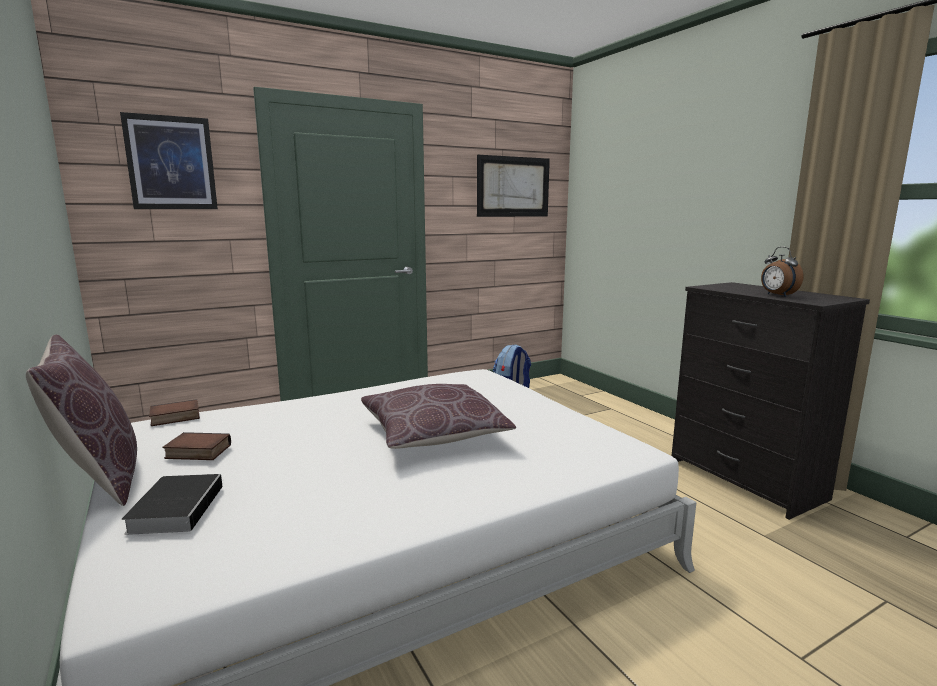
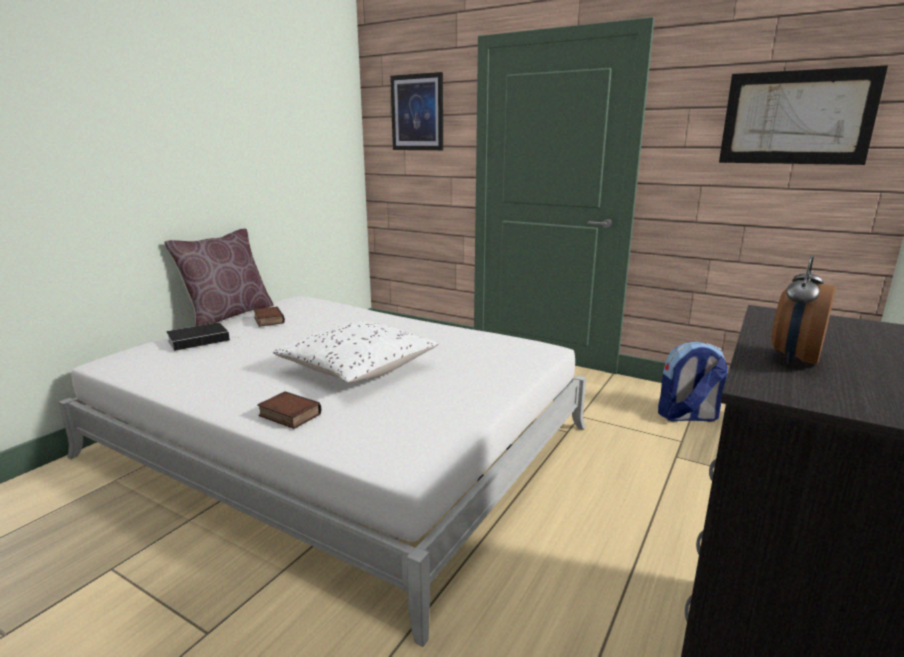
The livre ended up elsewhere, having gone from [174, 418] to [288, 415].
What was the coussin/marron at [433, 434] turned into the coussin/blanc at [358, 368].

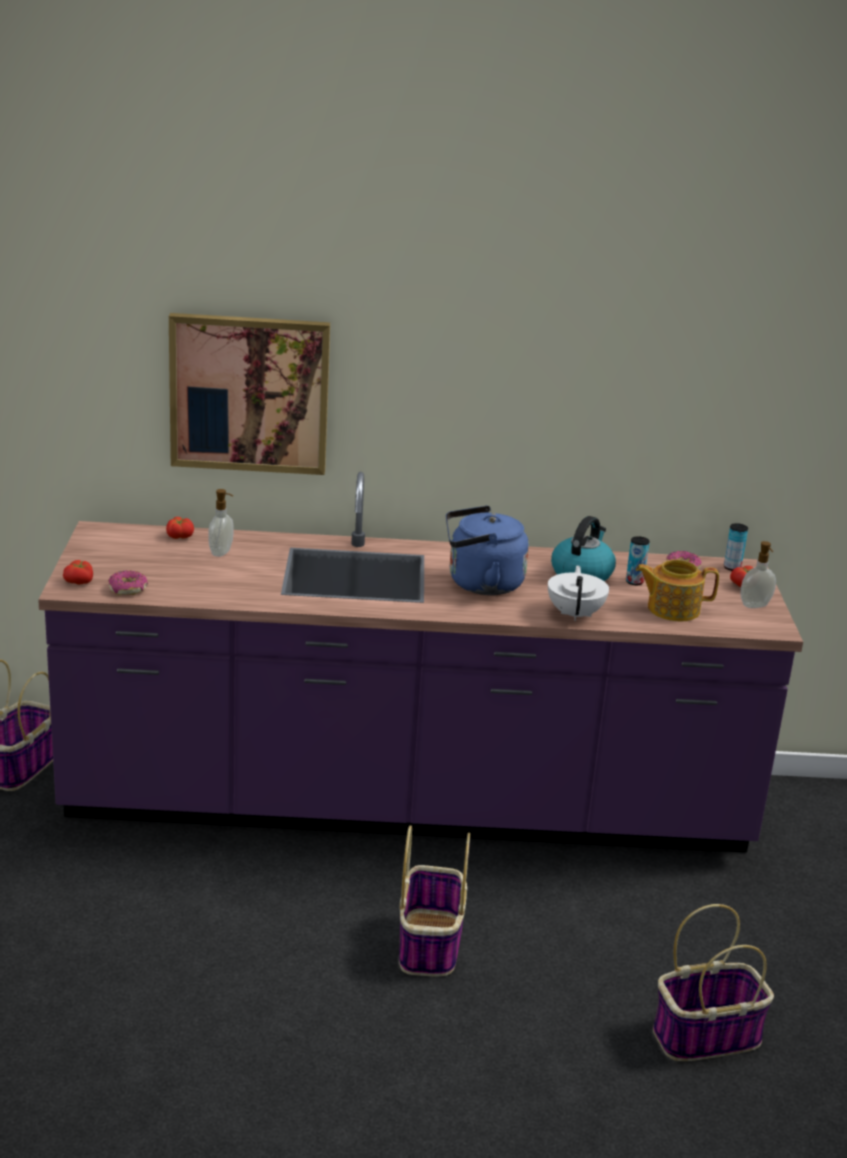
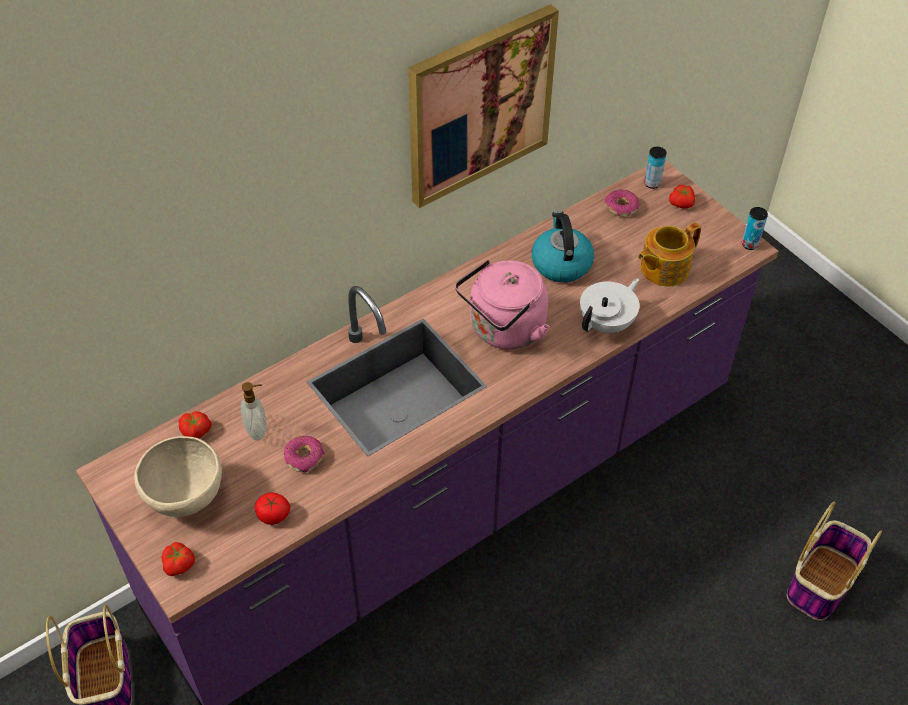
The second view gained the bol/beige at [186, 497].
The second view gained the tomate at [273, 515].
The beignet ended up elsewhere, having gone from [128, 589] to [304, 457].
The tableau ended up elsewhere, having gone from [249, 393] to [479, 105].
What was the bouilloire/bleu at [480, 584] turned into the bouilloire/rose at [503, 330].
The théière/blanc at [575, 614] ended up facing another way, 75 degrees clockwise from before.
The boîte métallique ended up elsewhere, having gone from [634, 582] to [749, 244].
The second view lost the panier at [430, 945].
The second view lost the distributeur de savon at [755, 606].

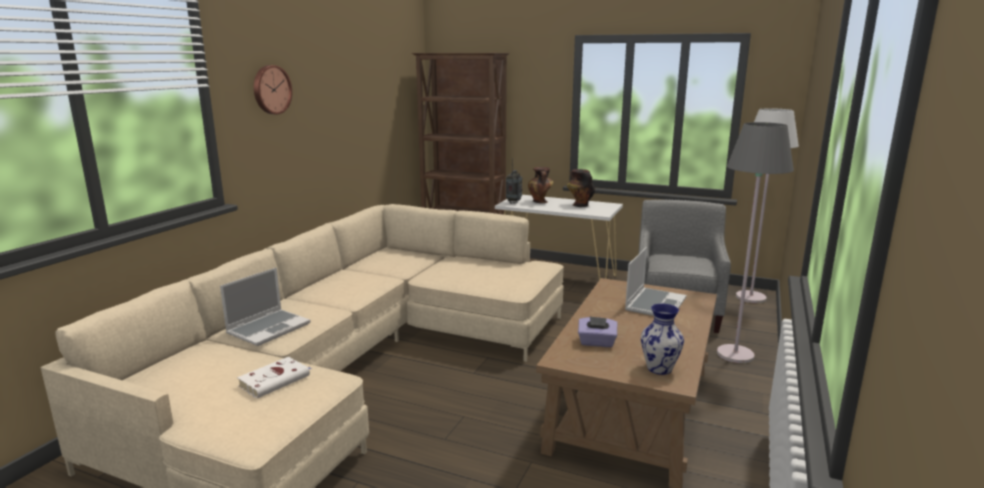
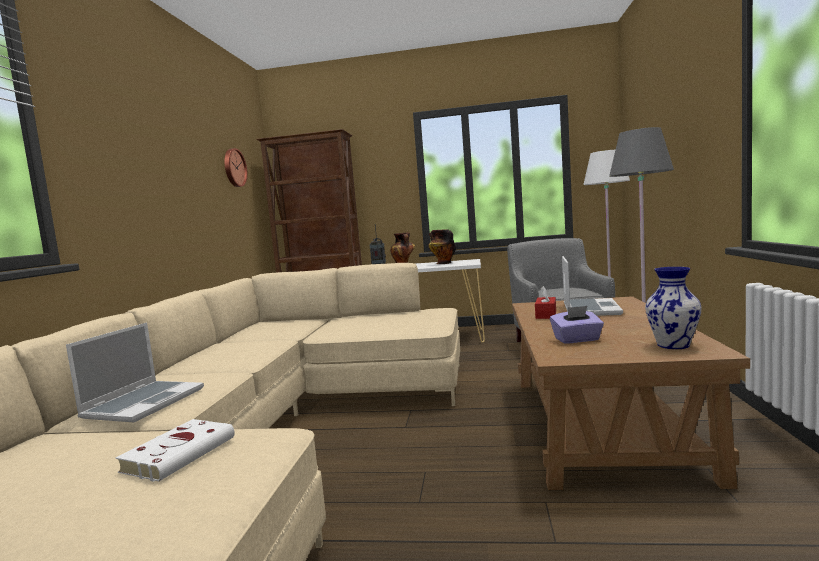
The horloge murale ended up elsewhere, having gone from [271, 89] to [234, 168].
The second view gained the boîte à mouchoirs/rouge at [546, 315].

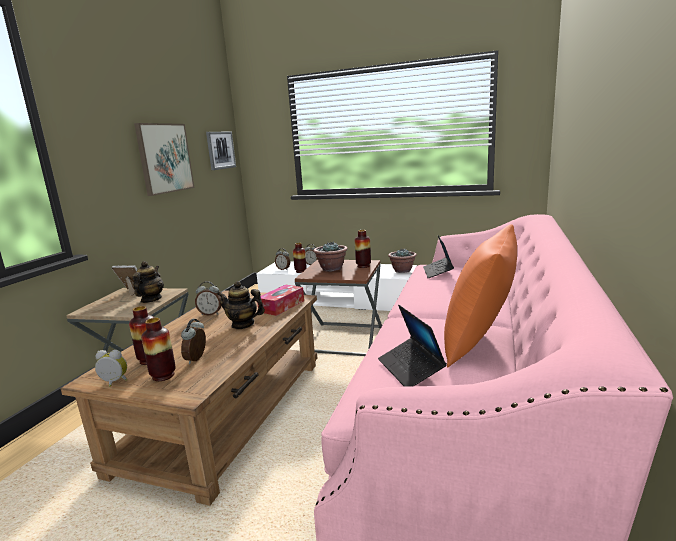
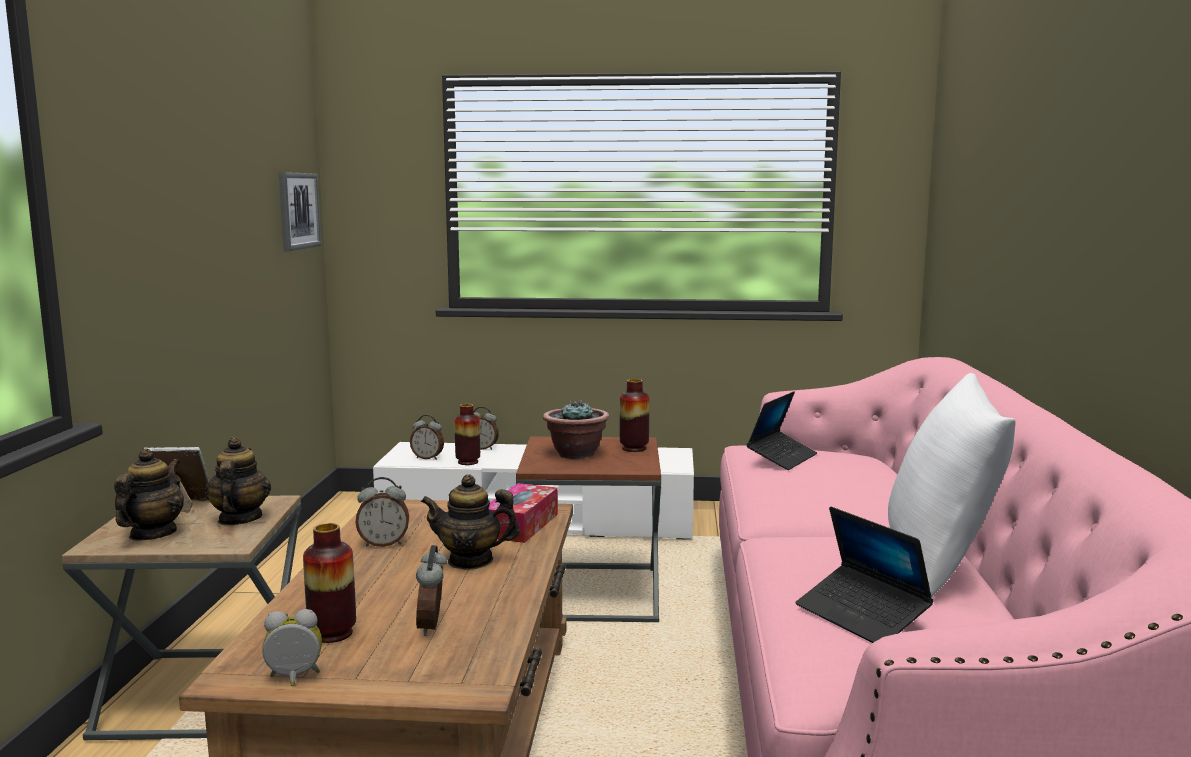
The second view gained the théière at [152, 534].
The ordinateur portable at [437, 272] ended up facing another way, 135 degrees counterclockwise from before.
What was the coussin/orange at [479, 342] turned into the coussin/blanc at [939, 570].
The second view lost the tableau at [164, 158].
The second view lost the vase at [163, 376].
The second view lost the plante en pot at [402, 271].

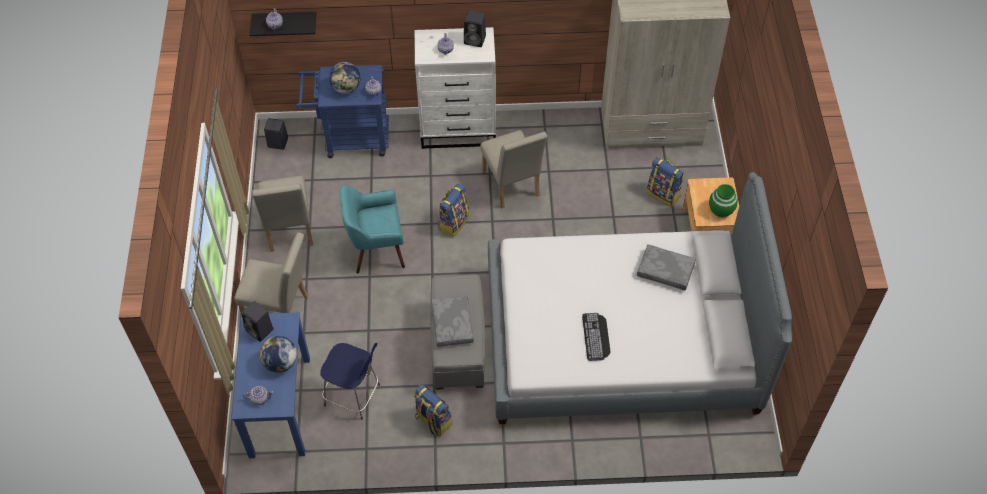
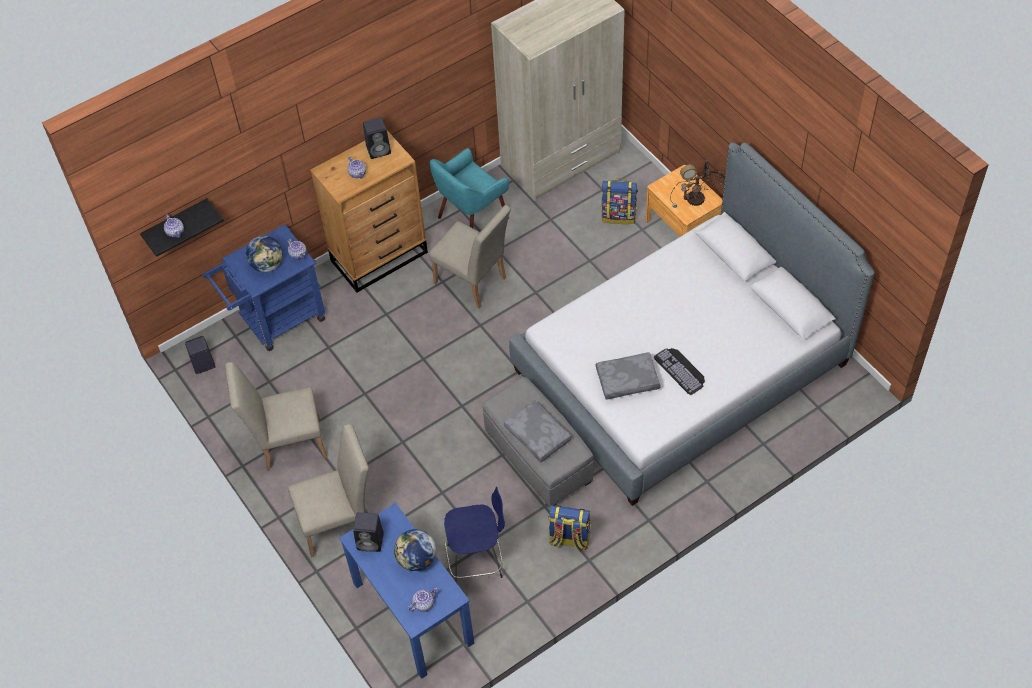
The chaise/beige at [289, 232] ended up facing another way, 120 degrees clockwise from before.
What was the commode/blanc at [459, 130] turned into the commode/marron at [380, 256].
The fauteuil/turquoise ended up elsewhere, having gone from [376, 250] to [471, 217].
The coussin/gris ended up elsewhere, having gone from [664, 271] to [627, 381].
Where the vase/vert stood at [720, 210], the lampe de table came to stand at [697, 199].
The second view lost the sac à dos at [453, 222].

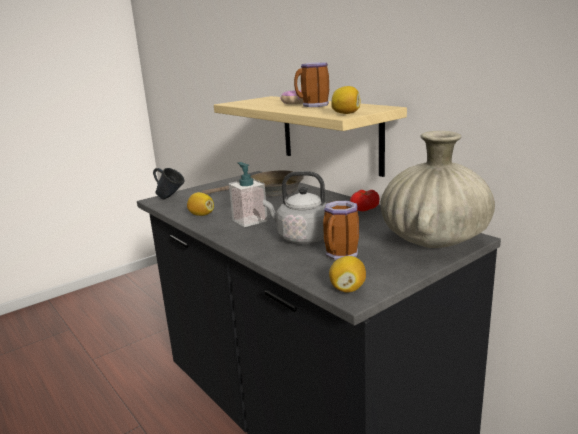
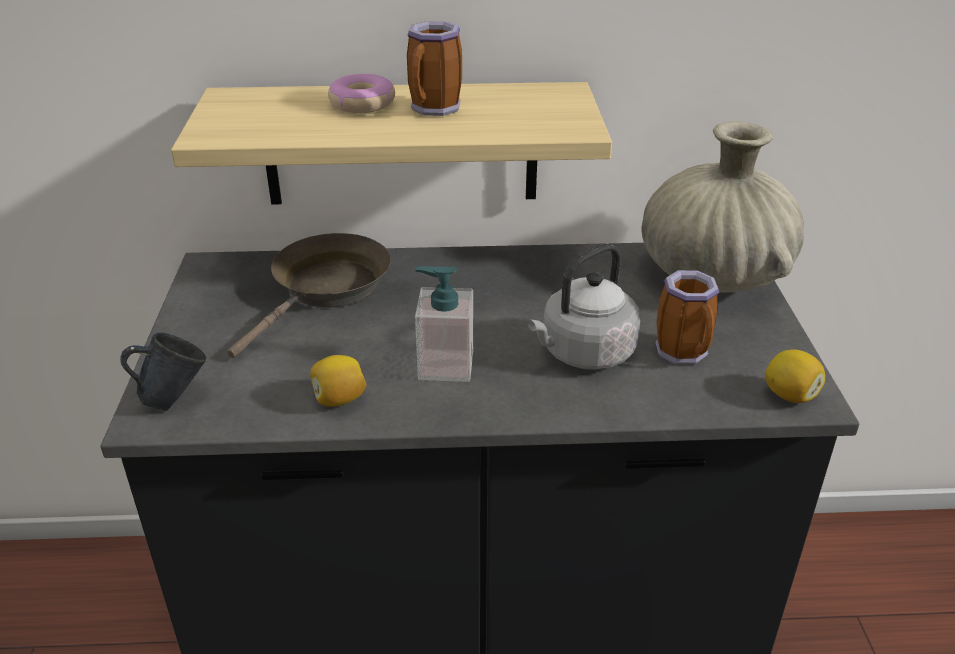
The second view lost the citron at [346, 113].
The second view lost the tomate at [365, 208].

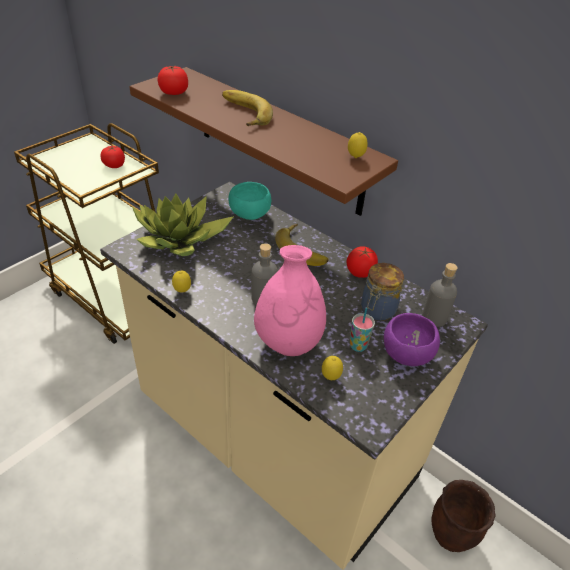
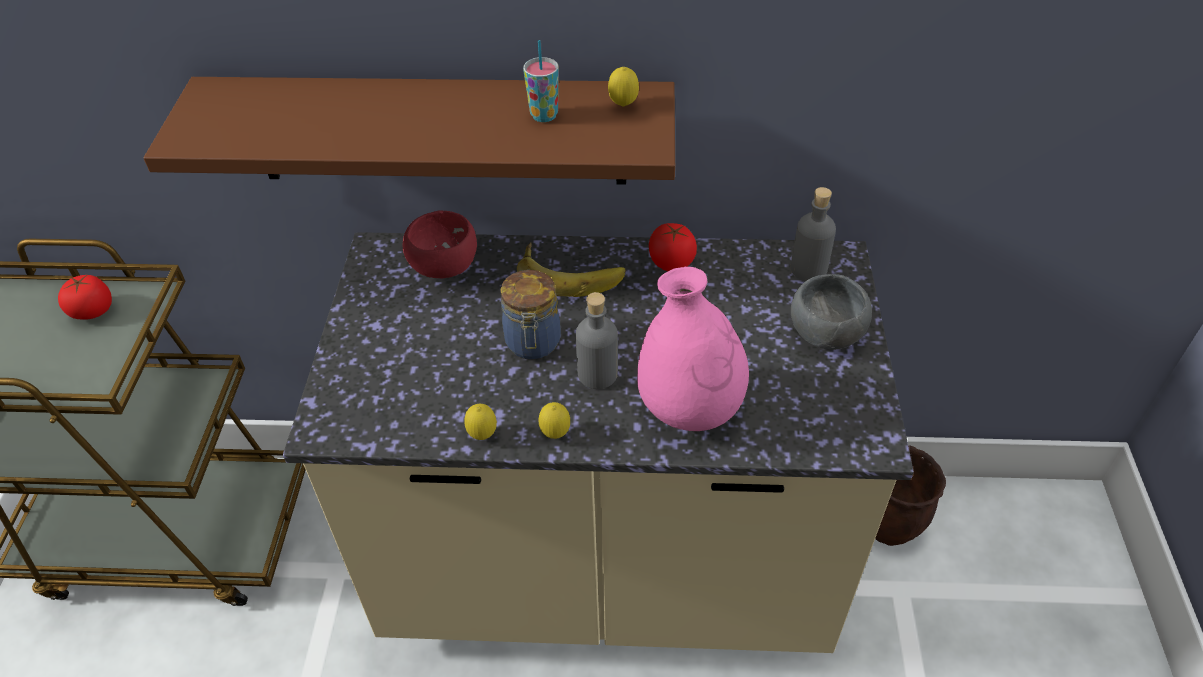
What was the bol/turquoise at [249, 215] turned into the bol/rouge at [445, 267].
The bocal ended up elsewhere, having gone from [377, 311] to [533, 344].
The tasse ended up elsewhere, having gone from [358, 346] to [544, 115].
The citron ended up elsewhere, having gone from [330, 377] to [555, 434].
What was the bol/violet at [405, 353] turned into the bol/gris at [823, 333].
The second view lost the plante en pot at [180, 240].
The second view lost the tomate at [173, 93].
The second view lost the banane at [242, 113].

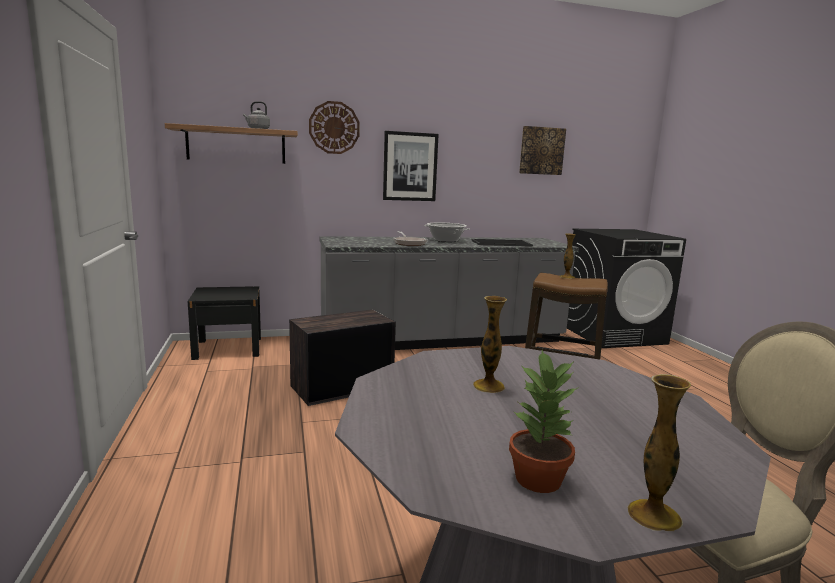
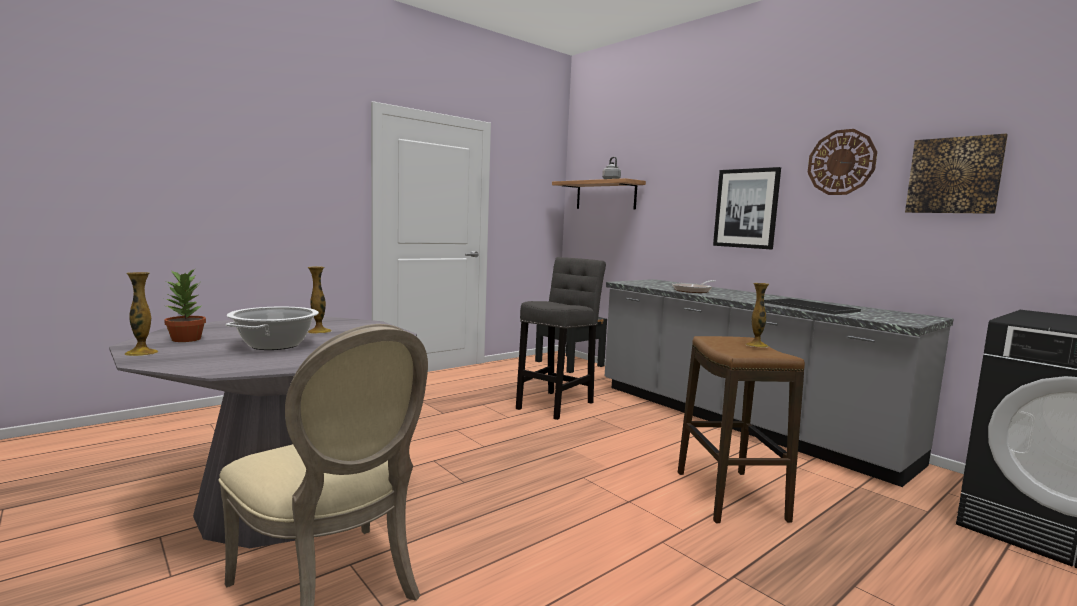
The marmite ended up elsewhere, having gone from [445, 240] to [274, 345].
Where the caisse stood at [343, 386], the tabouret/gris came to stand at [557, 404].
The horloge murale ended up elsewhere, having gone from [334, 127] to [841, 162].

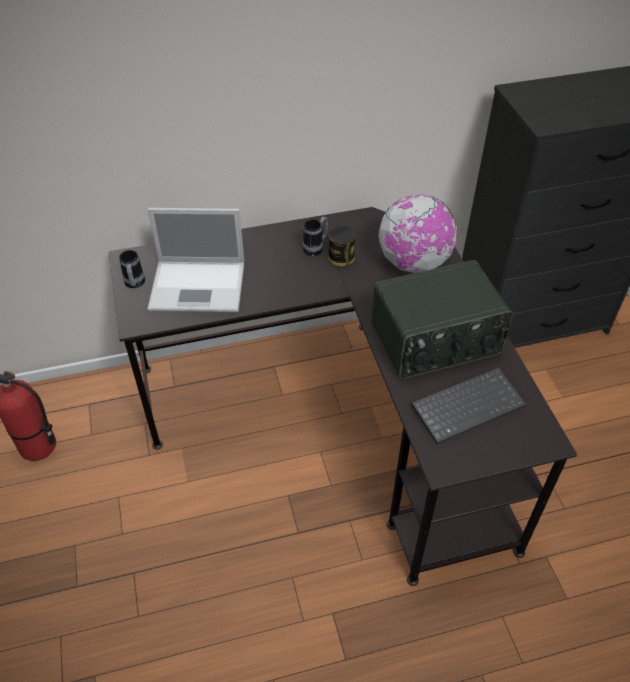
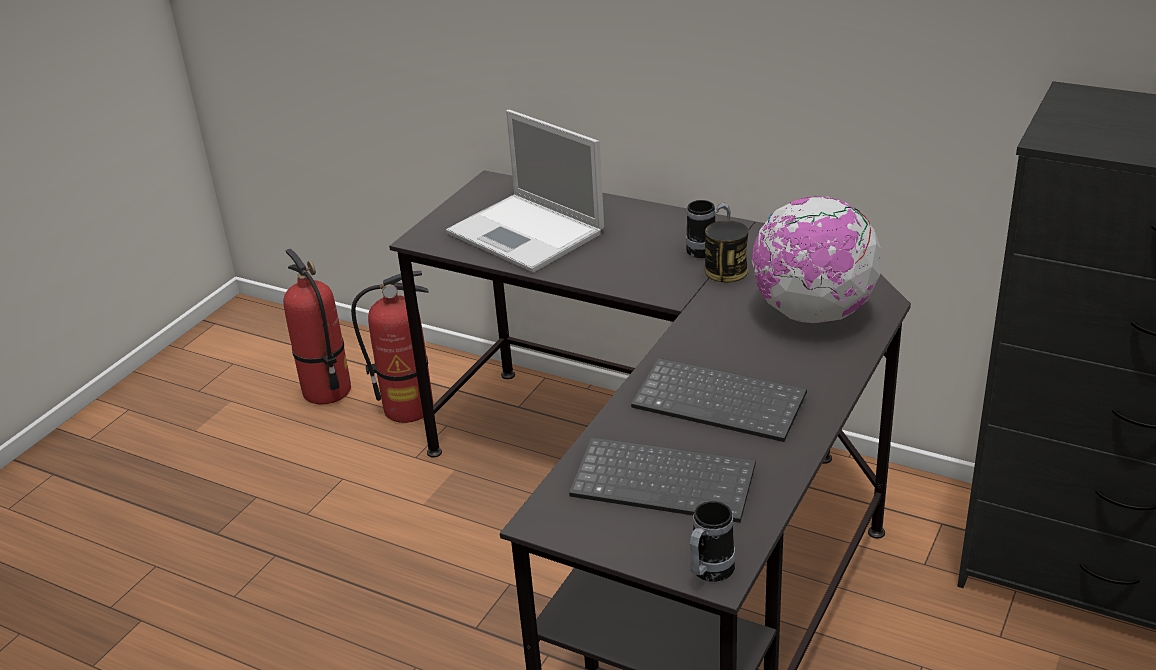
The second view gained the extincteur at [409, 408].
Where the radio stood at [436, 341], the clavier came to stand at [722, 401].
The mug ended up elsewhere, having gone from [134, 284] to [708, 573].

